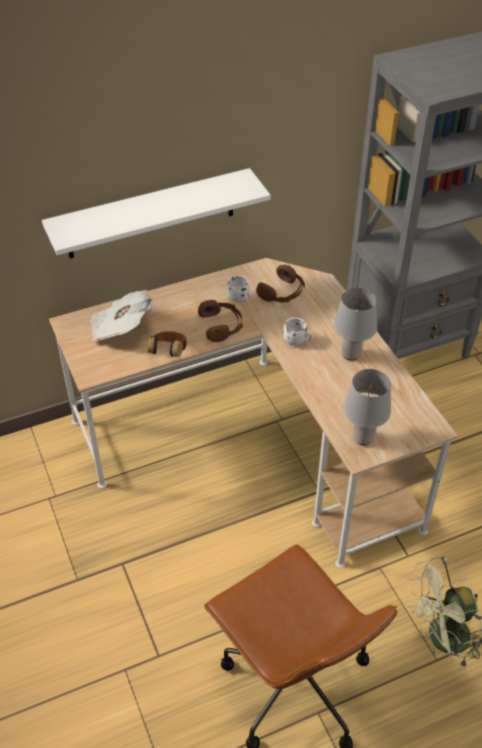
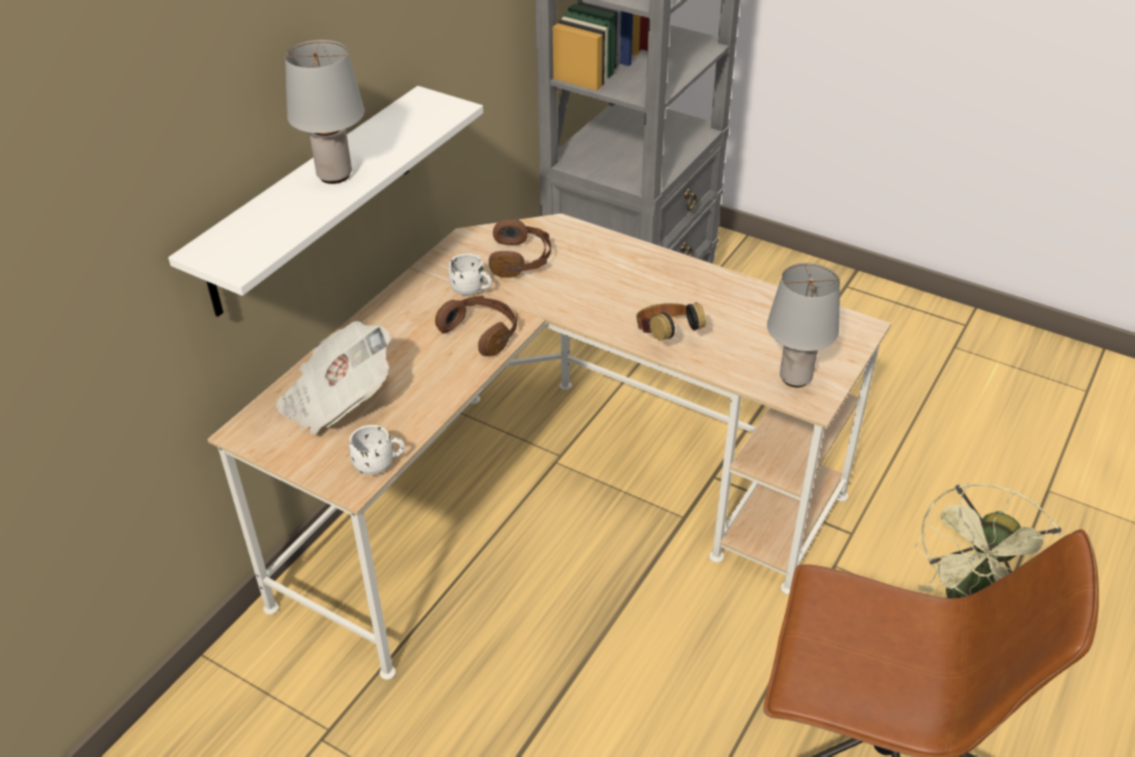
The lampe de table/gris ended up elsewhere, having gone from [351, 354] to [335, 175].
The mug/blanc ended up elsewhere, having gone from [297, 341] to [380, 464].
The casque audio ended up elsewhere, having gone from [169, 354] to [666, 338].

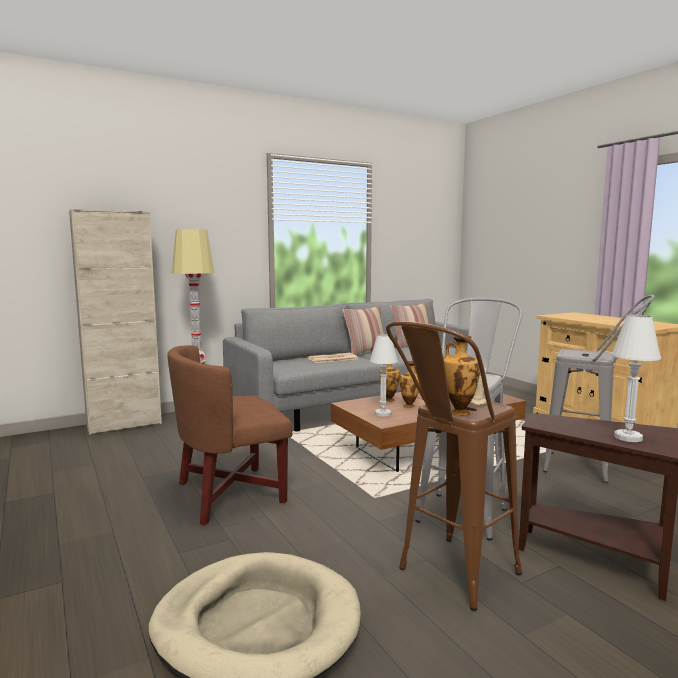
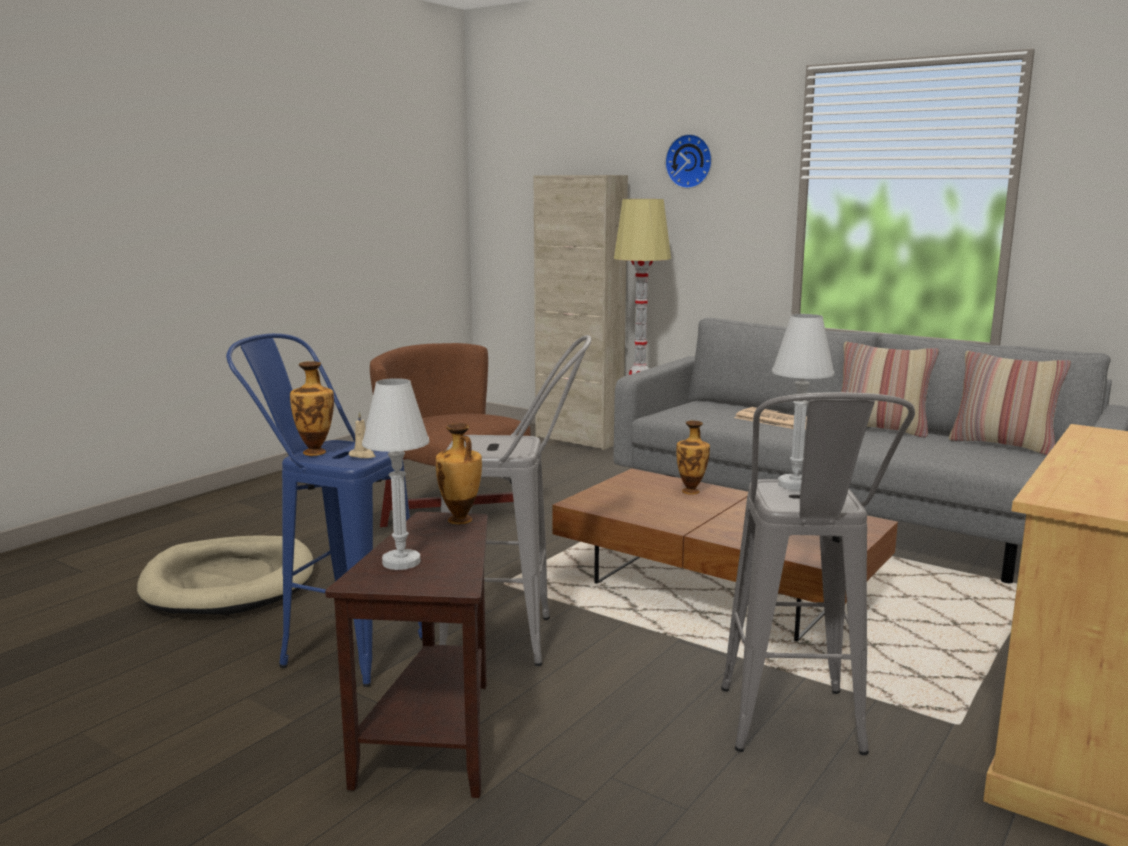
What was the tabouret/marron at [448, 579] turned into the tabouret/bleu at [336, 648].
The vase ended up elsewhere, having gone from [409, 406] to [460, 521].
The second view gained the horloge murale at [690, 161].
The lampe de table/blanc ended up elsewhere, having gone from [383, 413] to [795, 485].

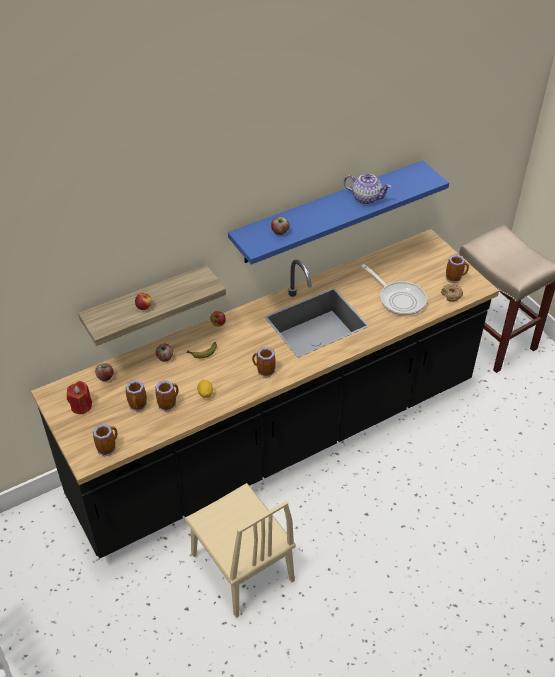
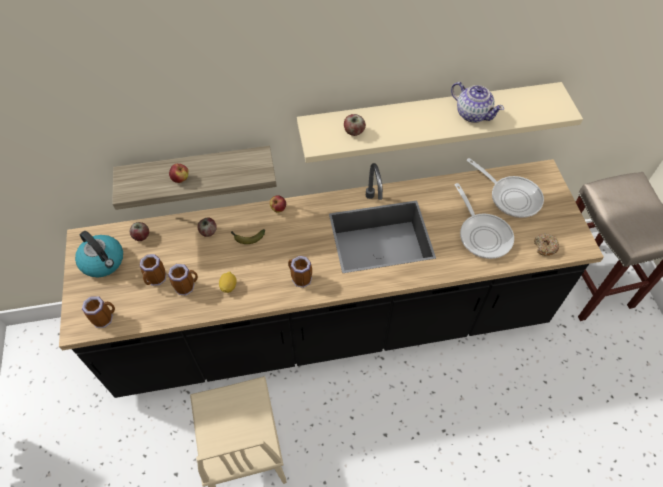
Where the bougie/rouge stood at [81, 406], the bouilloire came to stand at [103, 262].
What was the étagère/bleu at [328, 212] turned into the étagère/beige at [428, 118].
The second view gained the poêle at [511, 197].
The second view lost the mug at [455, 278].

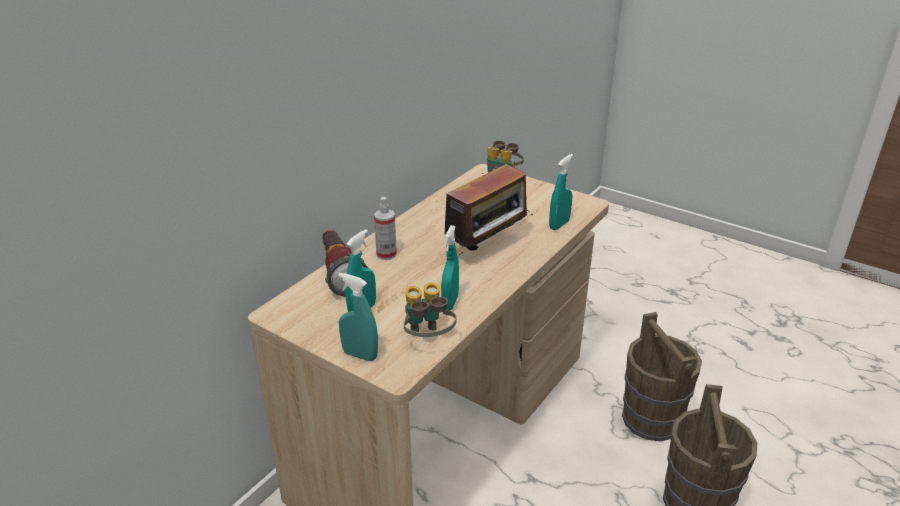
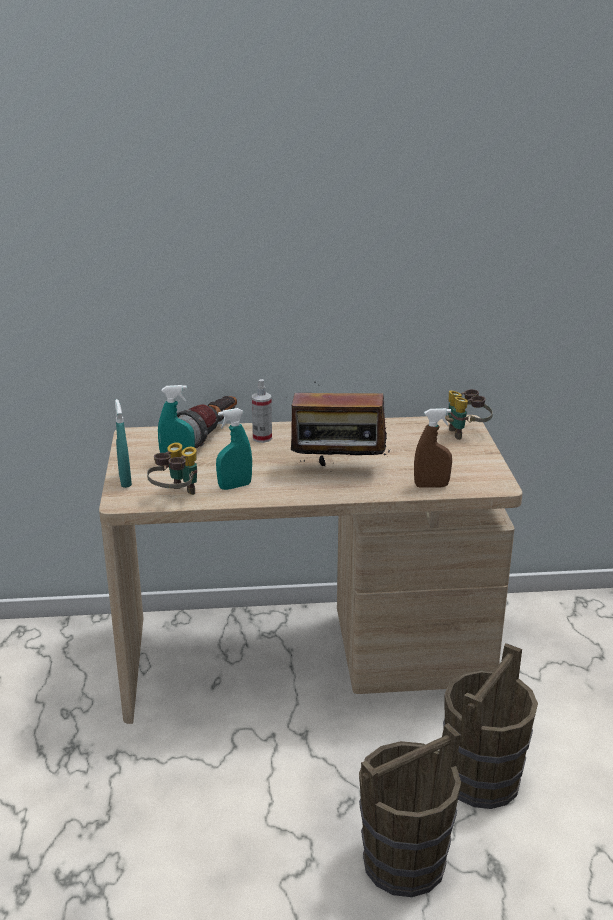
What was the vaporisateur/turquoise at [559, 225] turned into the vaporisateur/marron at [431, 486].

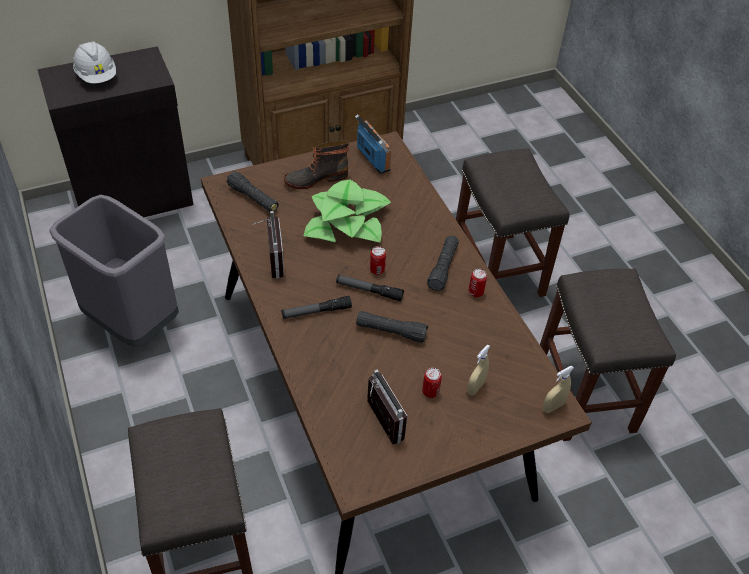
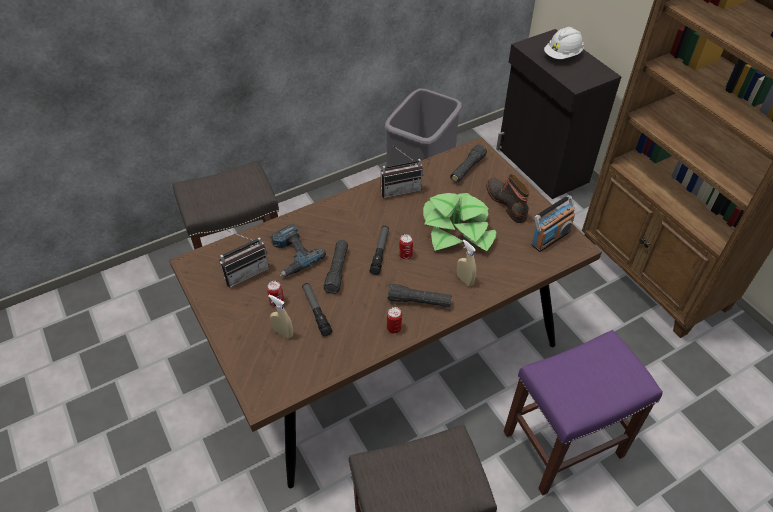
The second view gained the perceuse at [292, 255].
The lampe de poche ended up elsewhere, having gone from [316, 311] to [316, 311].
The vaporisateur/beige ended up elsewhere, having gone from [553, 407] to [465, 280].
What was the tabouret/gris at [498, 271] turned into the tabouret/violet at [562, 445].

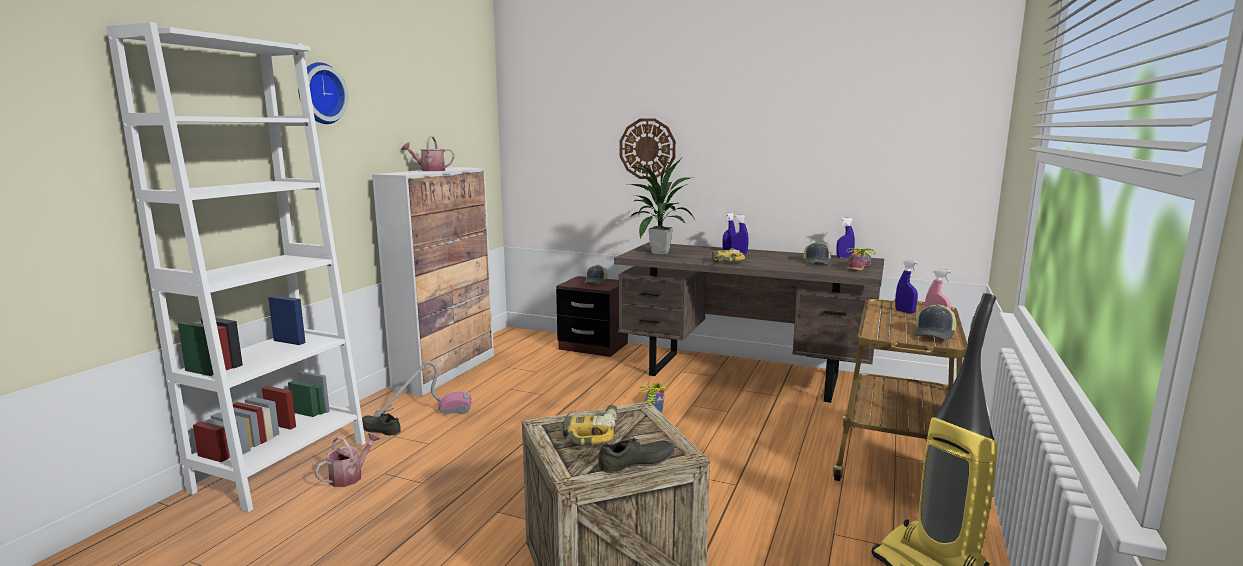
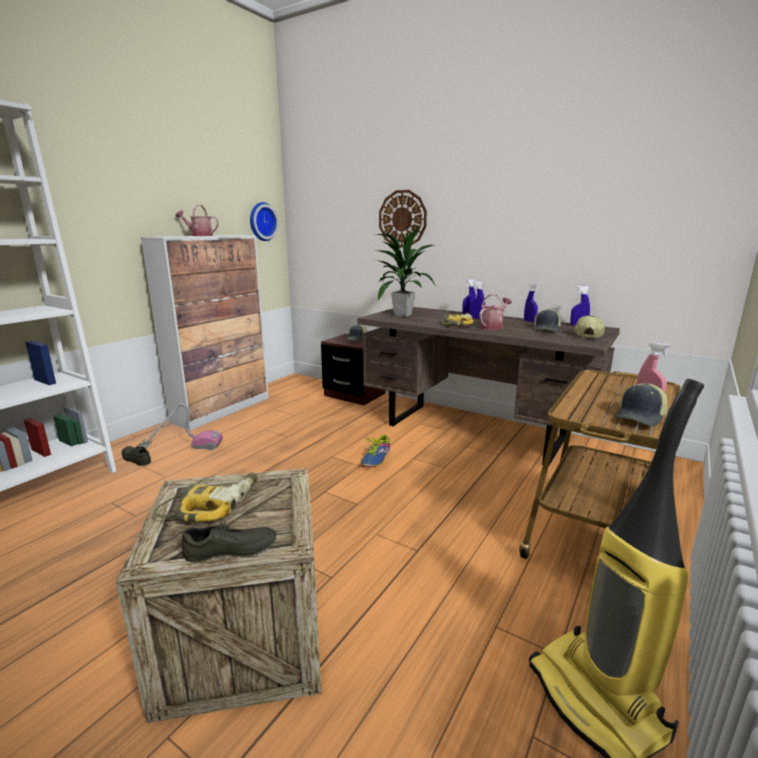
The horloge murale ended up elsewhere, having gone from [319, 93] to [261, 221].
The arrosoir ended up elsewhere, having gone from [350, 476] to [493, 326].
The vaporisateur/bleu ended up elsewhere, having gone from [904, 312] to [529, 321].
Where the chaussure stood at [858, 266], the casquette came to stand at [587, 335].

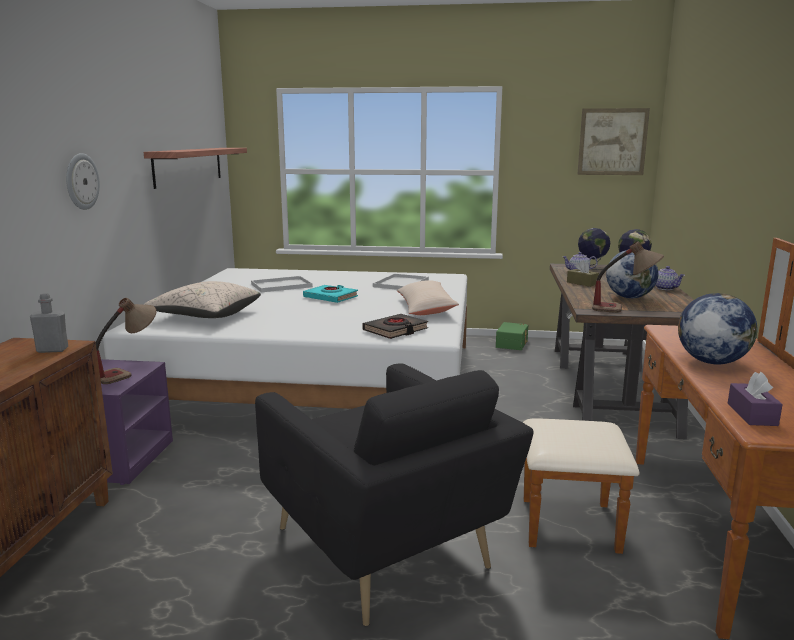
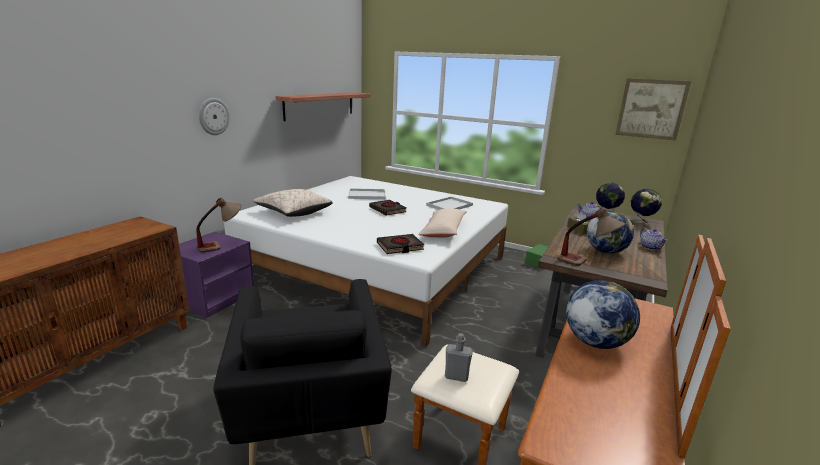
What was the livre/turquoise at [331, 297] turned into the livre/noir at [387, 210].
The bouteille/gris ended up elsewhere, having gone from [52, 350] to [456, 376].
The second view lost the boîte à mouchoirs/violet at [752, 414].

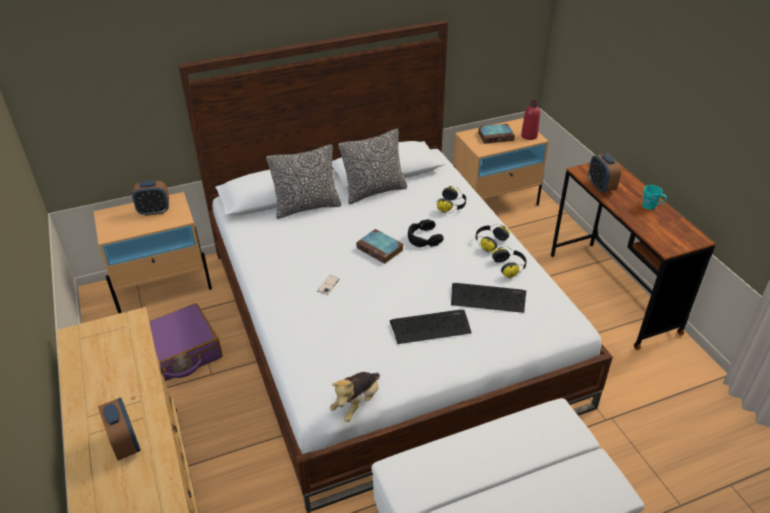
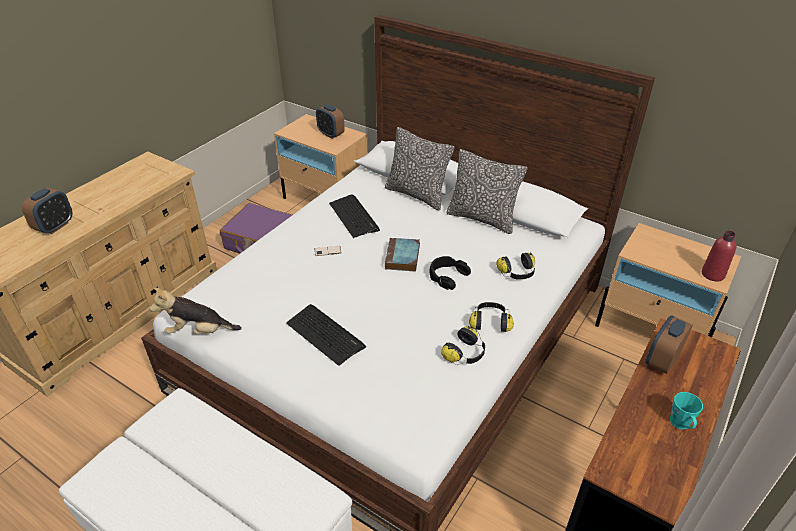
The clavier ended up elsewhere, having gone from [488, 298] to [354, 216].
The second view lost the livre at [496, 136].

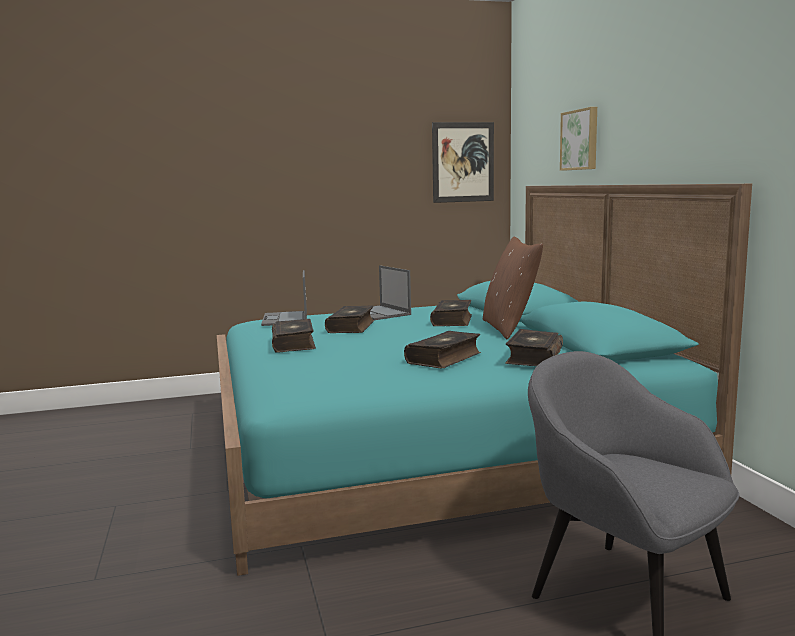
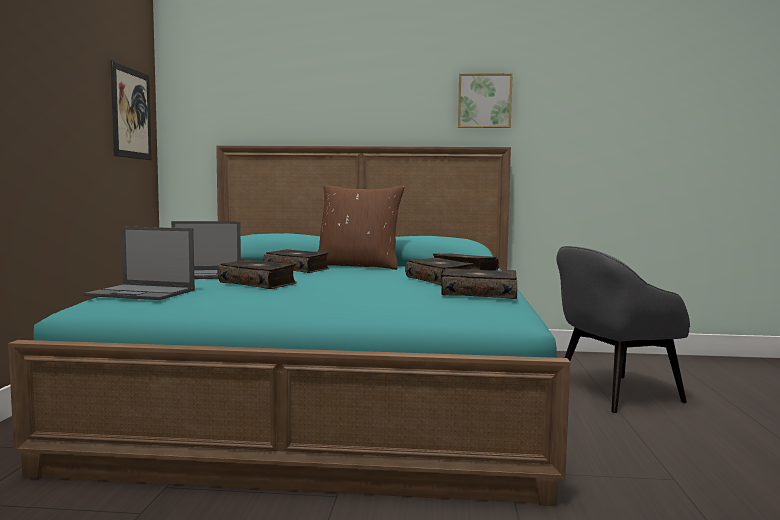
The livre ended up elsewhere, having gone from [294, 344] to [479, 294].
The tableau ended up elsewhere, having gone from [580, 140] to [484, 101].

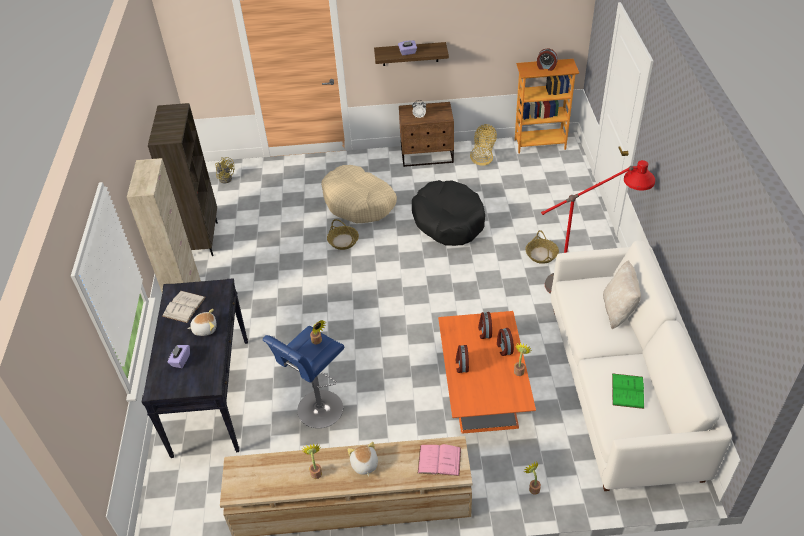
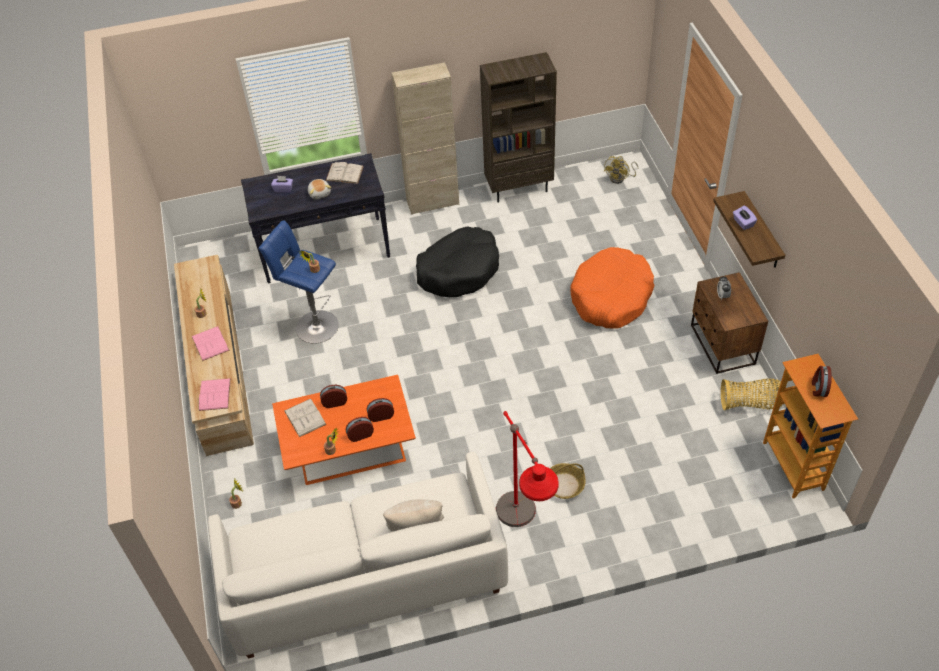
Where the peluche stood at [364, 464], the livre/rose came to stand at [210, 343].
The second view gained the livre/blanc at [305, 417].
The panier pour chien/noir ended up elsewhere, having gone from [448, 221] to [459, 270].
What was the panier pour chien/beige at [359, 202] turned into the panier pour chien/orange at [611, 297].
The second view lost the panier at [343, 241].
The second view lost the livre/vert at [627, 391].

